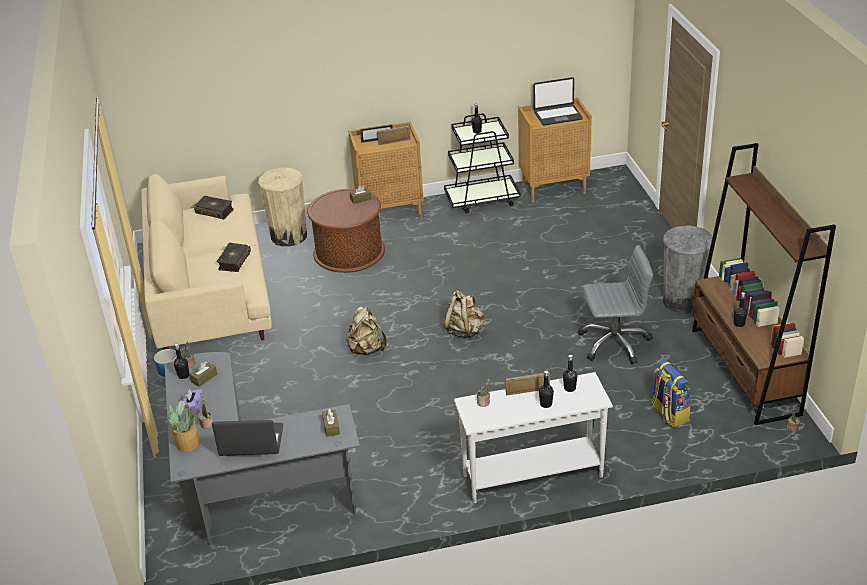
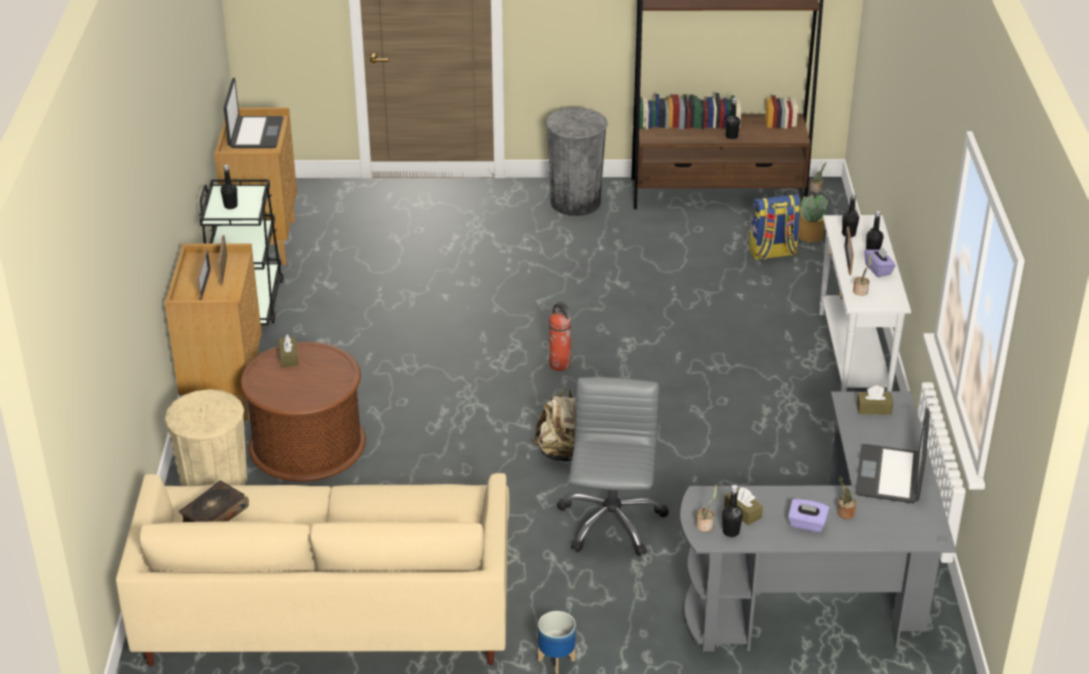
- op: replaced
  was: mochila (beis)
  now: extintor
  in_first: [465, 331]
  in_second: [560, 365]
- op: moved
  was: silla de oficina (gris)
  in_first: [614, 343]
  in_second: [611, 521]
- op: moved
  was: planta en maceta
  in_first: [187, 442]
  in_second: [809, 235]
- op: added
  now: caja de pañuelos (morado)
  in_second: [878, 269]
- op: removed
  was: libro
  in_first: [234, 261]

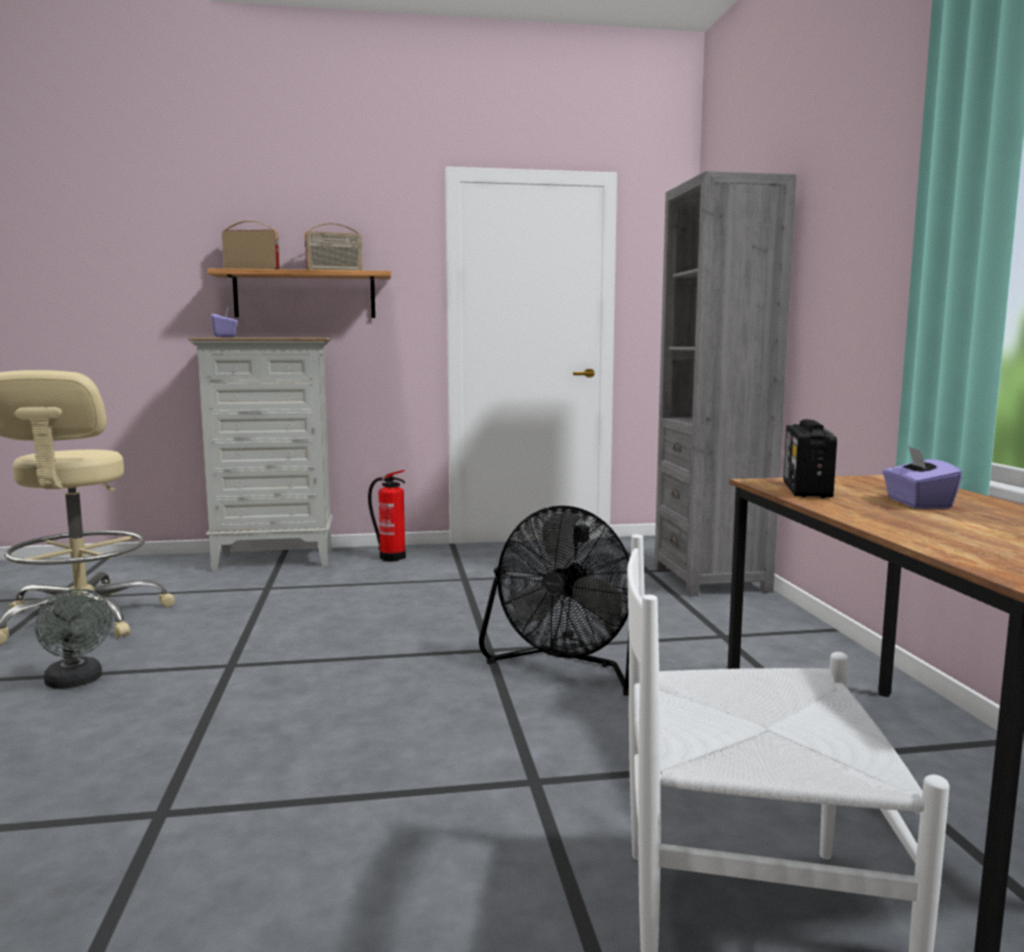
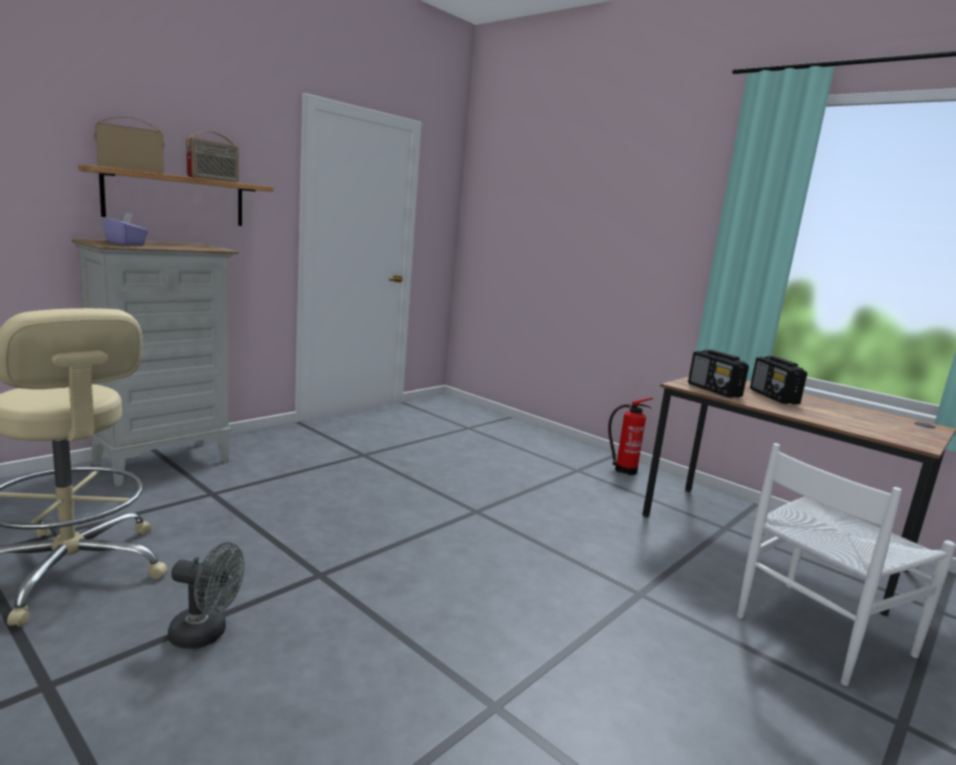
- op: moved
  was: extintor
  in_first: [390, 557]
  in_second: [623, 470]
- op: replaced
  was: caja de pañuelos (morado)
  now: radio
  in_first: [917, 503]
  in_second: [774, 397]
- op: removed
  was: ventilador (negro)
  in_first: [564, 666]
- op: removed
  was: estantería (gris)
  in_first: [711, 579]

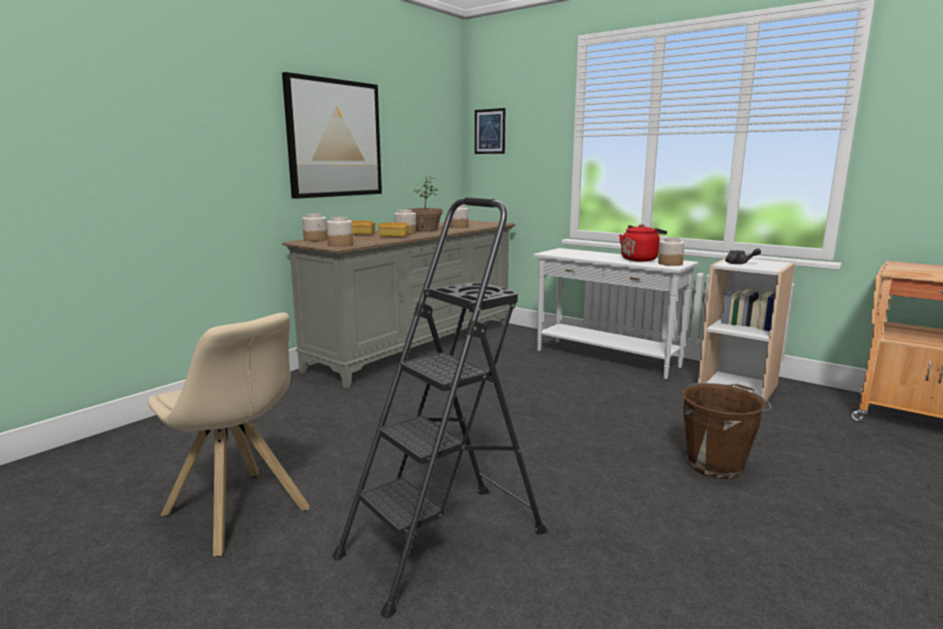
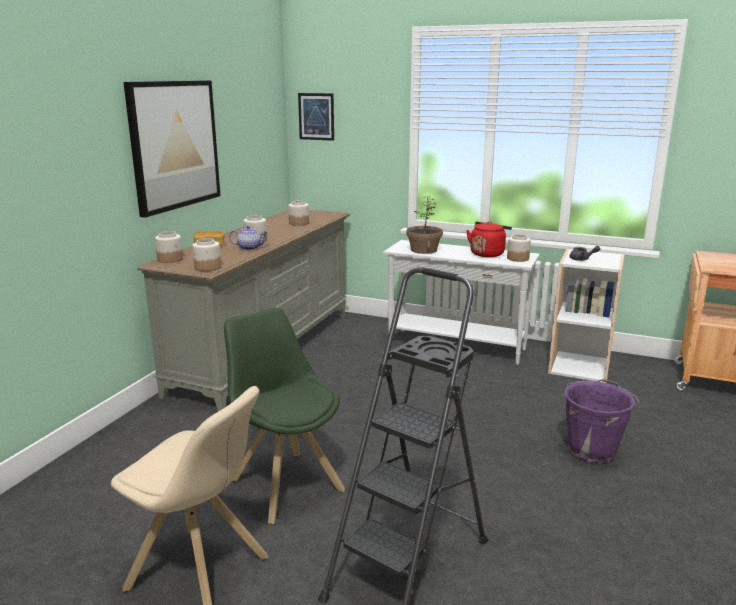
- op: added
  now: silla (verde)
  in_second: [286, 485]
- op: replaced
  was: pan
  now: tetera
  in_first: [393, 236]
  in_second: [249, 248]
- op: moved
  was: planta en maceta
  in_first: [424, 230]
  in_second: [423, 250]
- op: recoloured
  was: cubo (marrón)
  now: cubo (morado)
  in_first: [716, 464]
  in_second: [592, 450]

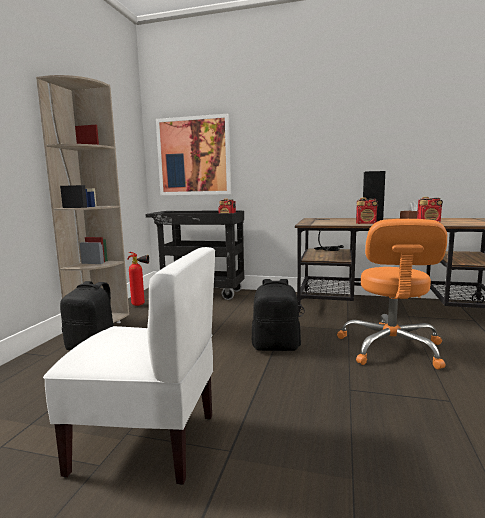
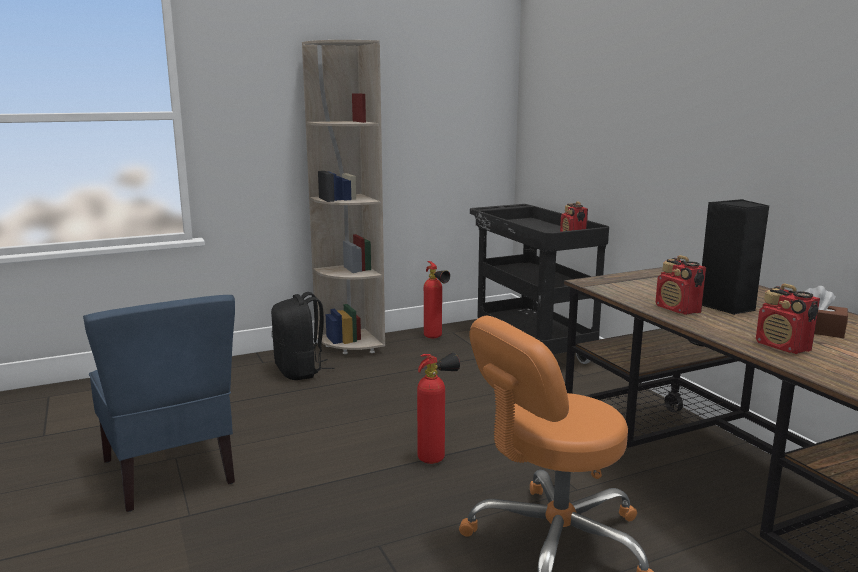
- op: recoloured
  was: silla (blanco)
  now: silla (azul)
  in_first: [147, 442]
  in_second: [171, 471]
- op: replaced
  was: mochila (negro)
  now: extintor
  in_first: [276, 346]
  in_second: [436, 458]
- op: removed
  was: cuadro
  in_first: [194, 156]

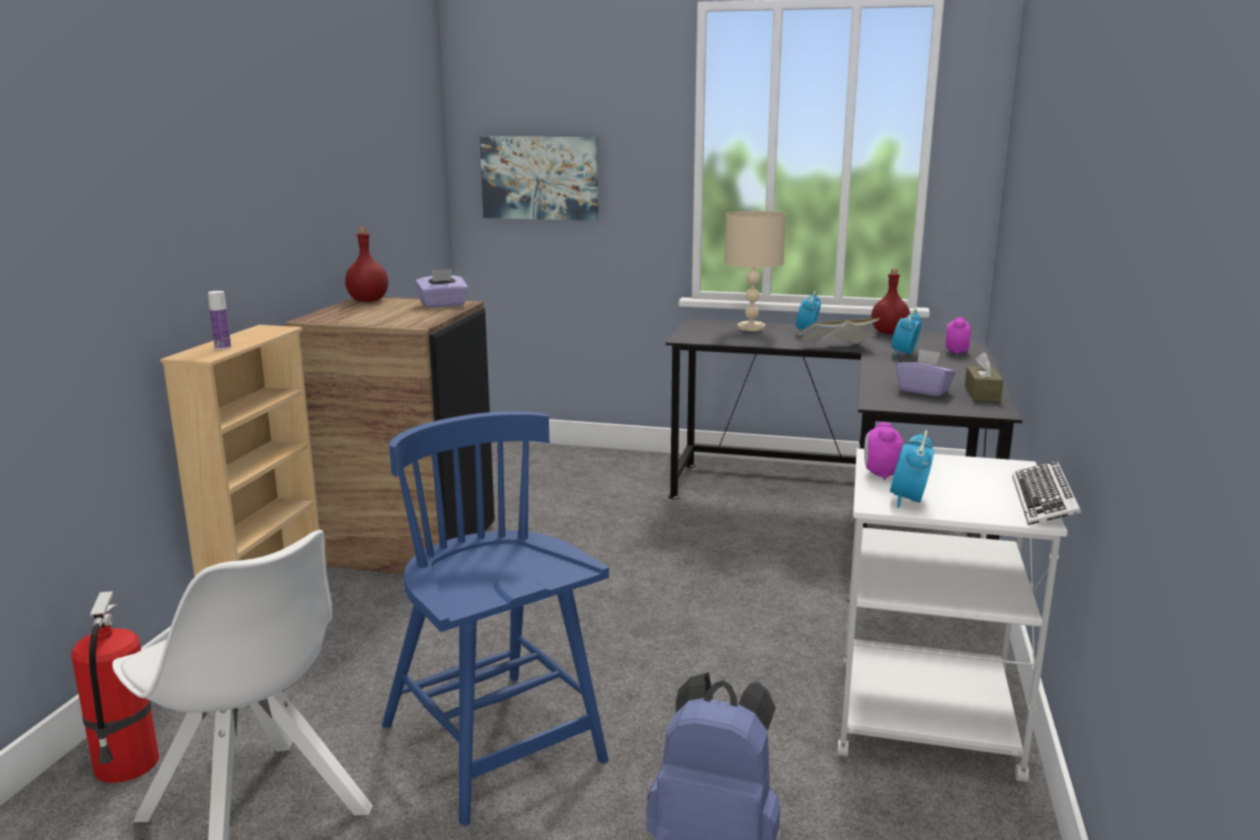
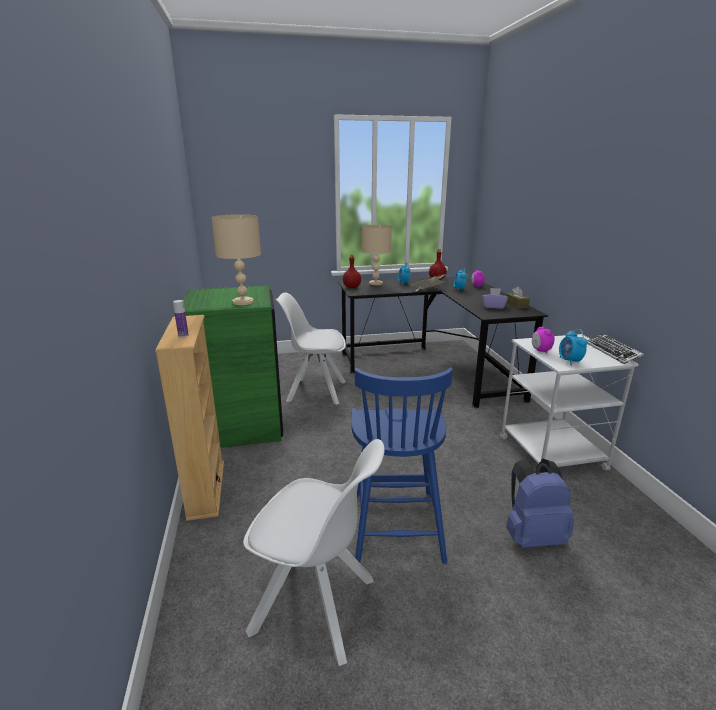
- op: recoloured
  was: armario (marrón)
  now: armario (verde)
  in_first: [408, 542]
  in_second: [242, 424]
- op: added
  now: lámpara de mesa (beis)
  in_second: [243, 302]
- op: added
  now: silla (blanco)
  in_second: [315, 391]
- op: moved
  was: botella (rojo)
  in_first: [367, 301]
  in_second: [351, 287]
- op: turned
  was: silla (azul)
  in_first: [495, 745]
  in_second: [396, 522]
  clockwise: -120
- op: removed
  was: extintor
  in_first: [126, 765]
- op: removed
  was: caja de pañuelos (morado)
  in_first: [443, 305]
- op: removed
  was: cuadro
  in_first: [540, 178]

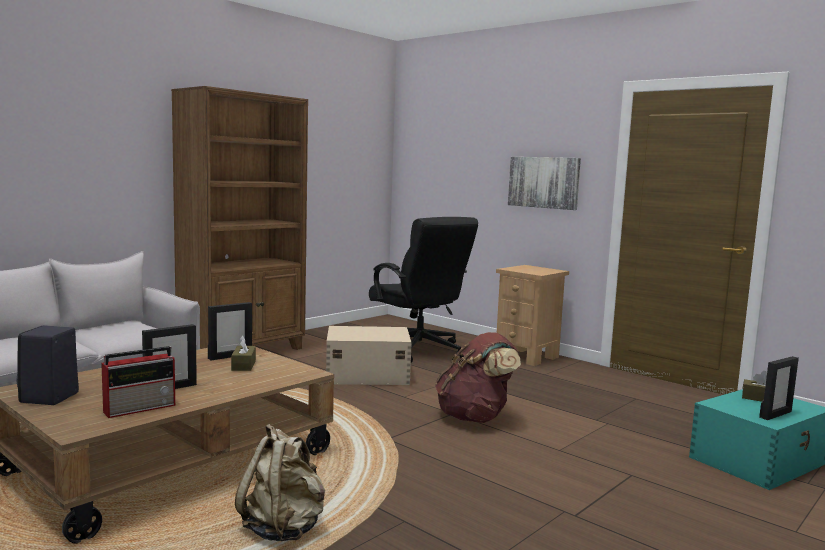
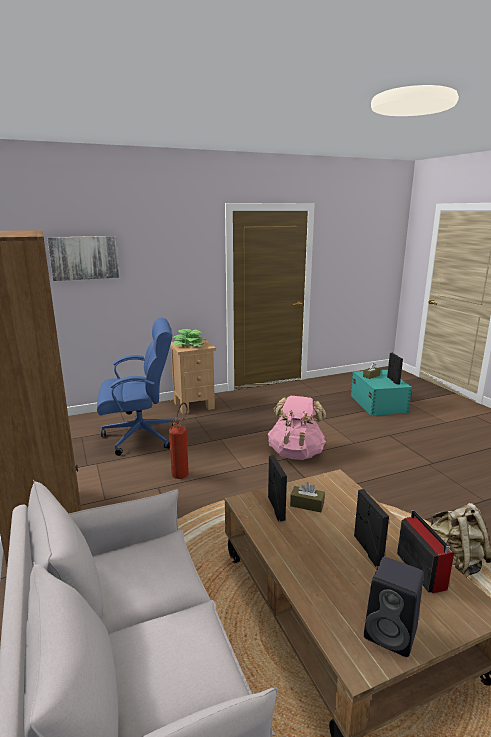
- op: moved
  was: cuadro
  in_first: [544, 182]
  in_second: [84, 258]
- op: recoloured
  was: silla de oficina (negro)
  now: silla de oficina (azul)
  in_first: [419, 350]
  in_second: [140, 436]
- op: replaced
  was: caja de almacenaje (beis)
  now: extintor
  in_first: [366, 374]
  in_second: [182, 472]
- op: added
  now: planta en maceta
  in_second: [189, 345]
- op: recoloured
  was: mochila (marrón)
  now: mochila (rosa)
  in_first: [475, 417]
  in_second: [296, 453]

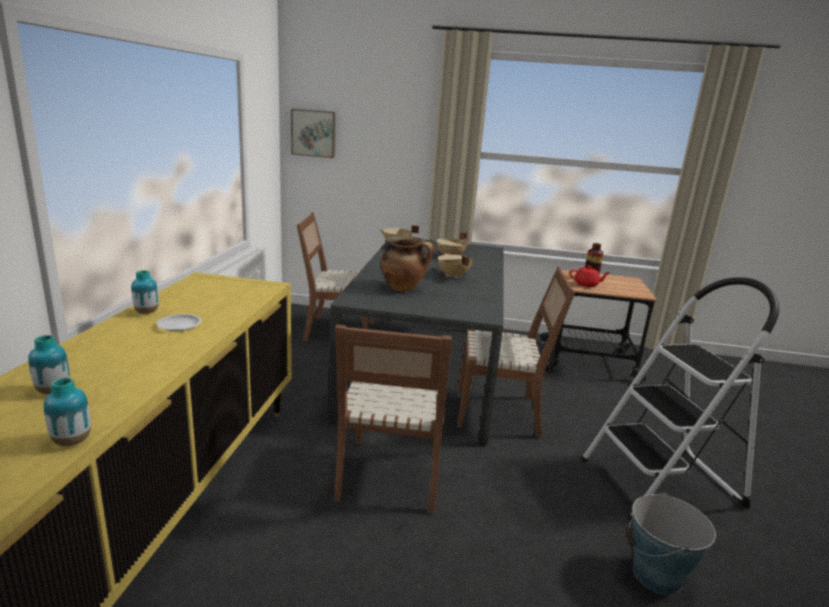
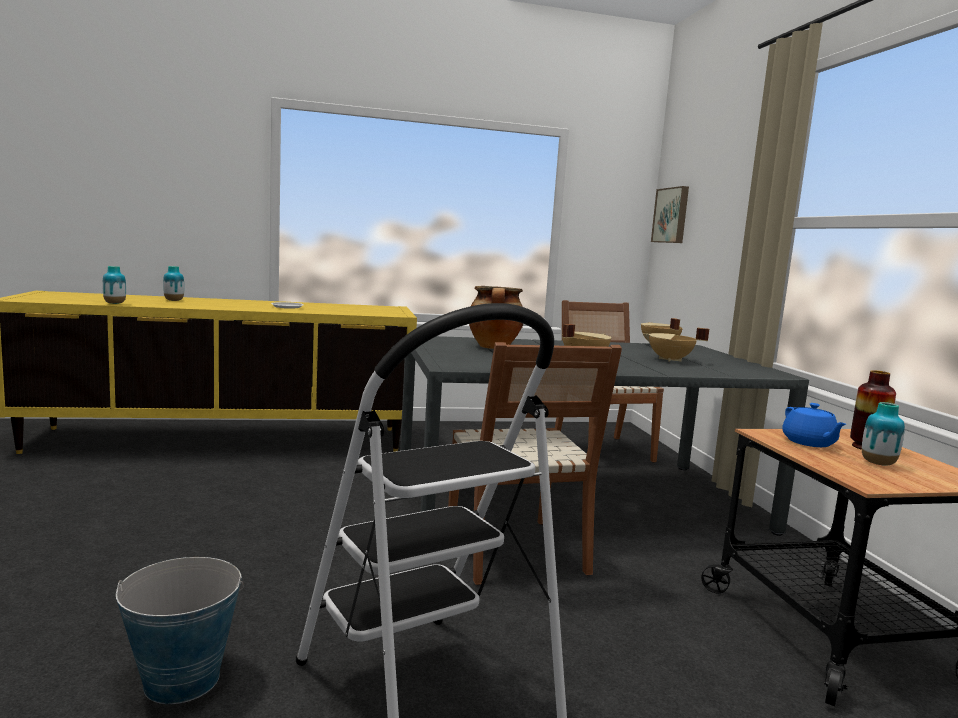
- op: recoloured
  was: tetera (rojo)
  now: tetera (azul)
  in_first: [587, 284]
  in_second: [809, 443]
- op: moved
  was: florero
  in_first: [147, 312]
  in_second: [878, 464]
- op: removed
  was: silla
  in_first: [389, 478]

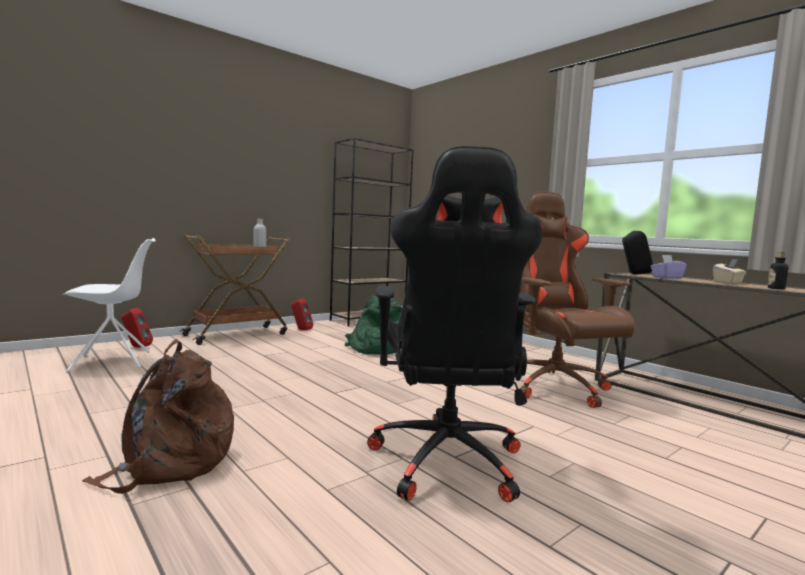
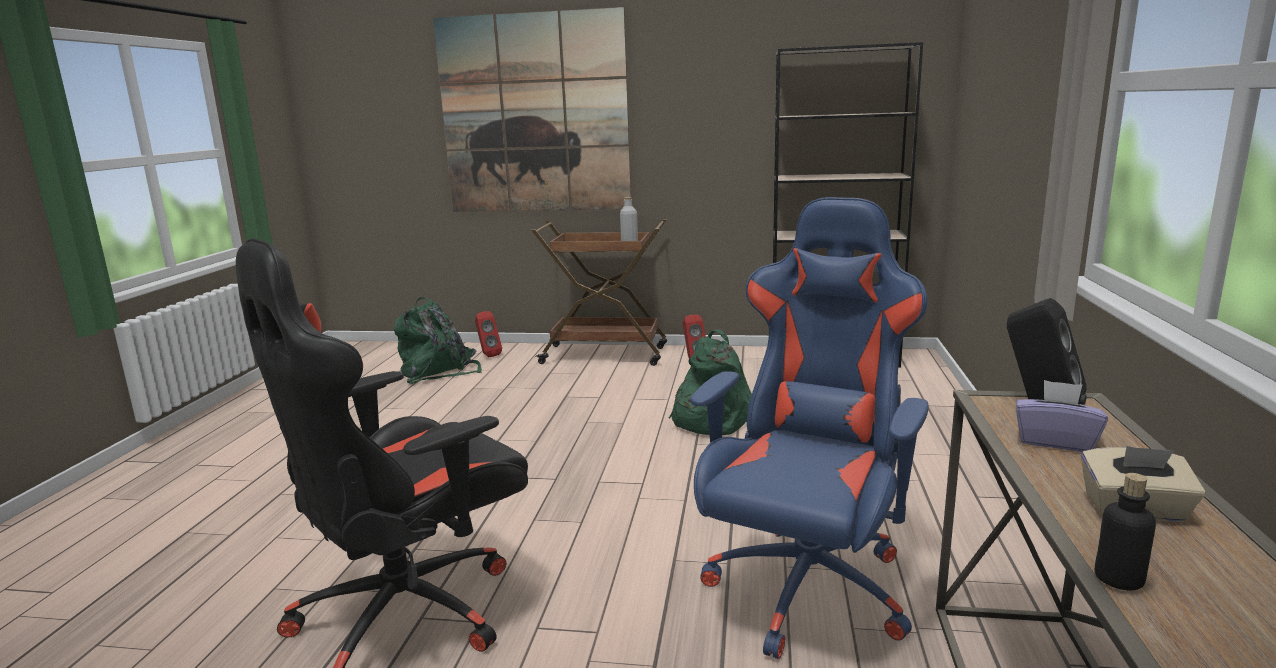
- op: replaced
  was: silla (blanco)
  now: mochila (verde)
  in_first: [113, 361]
  in_second: [438, 371]
- op: added
  now: cuadro
  in_second: [534, 114]
- op: recoloured
  was: silla de oficina (marrón)
  now: silla de oficina (azul)
  in_first: [560, 390]
  in_second: [803, 598]
- op: removed
  was: mochila (marrón)
  in_first: [171, 463]

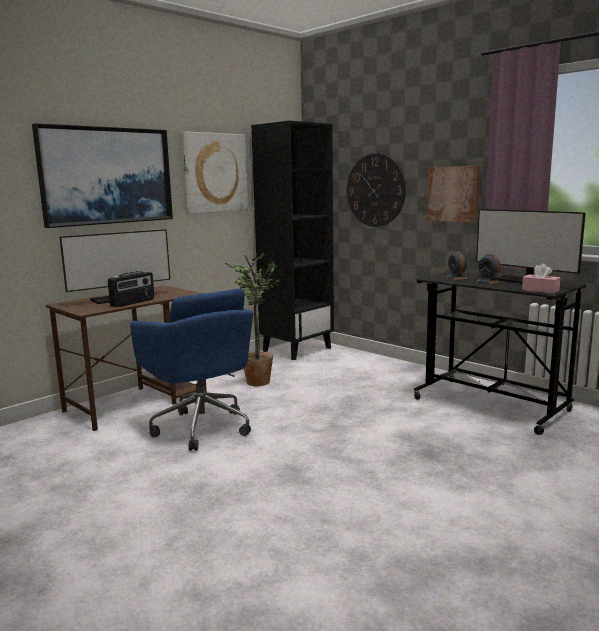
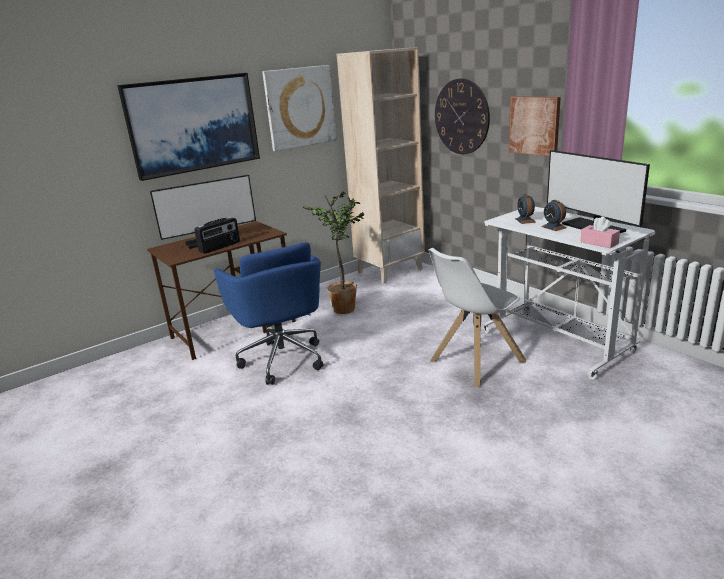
- op: recoloured
  was: estantería (negro)
  now: estantería (beis)
  in_first: [297, 349]
  in_second: [390, 270]
- op: added
  now: silla
  in_second: [475, 362]
- op: recoloured
  was: escritorio (negro)
  now: escritorio (blanco)
  in_first: [491, 405]
  in_second: [557, 342]

